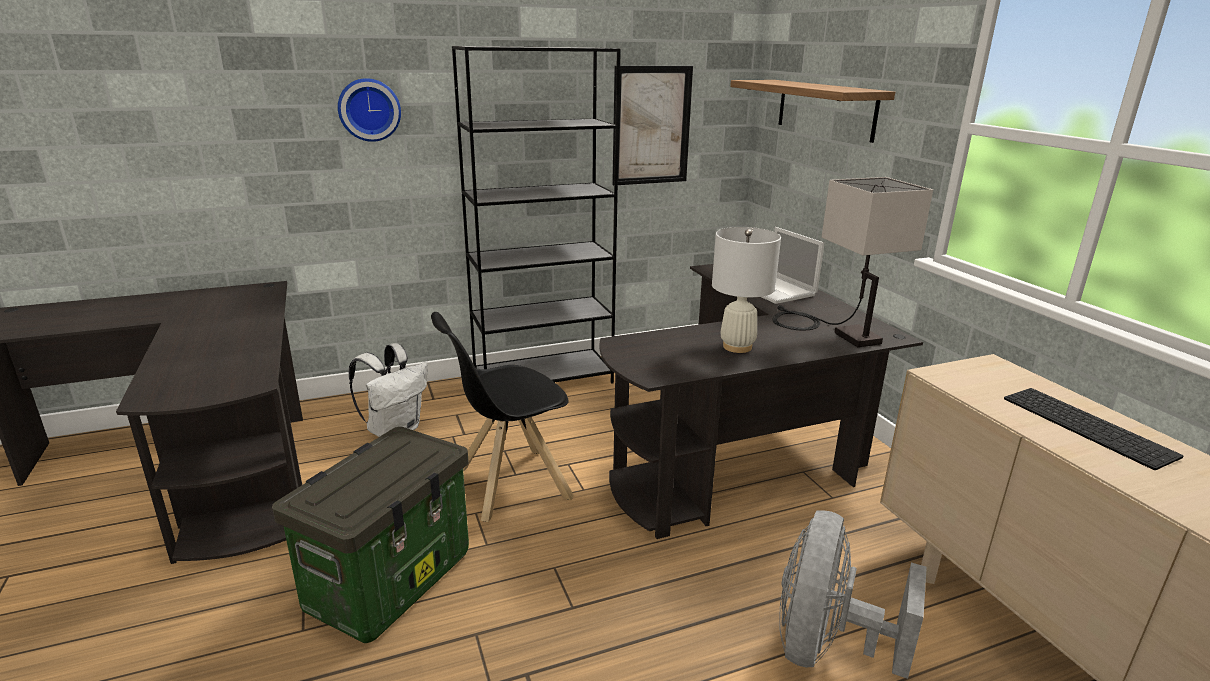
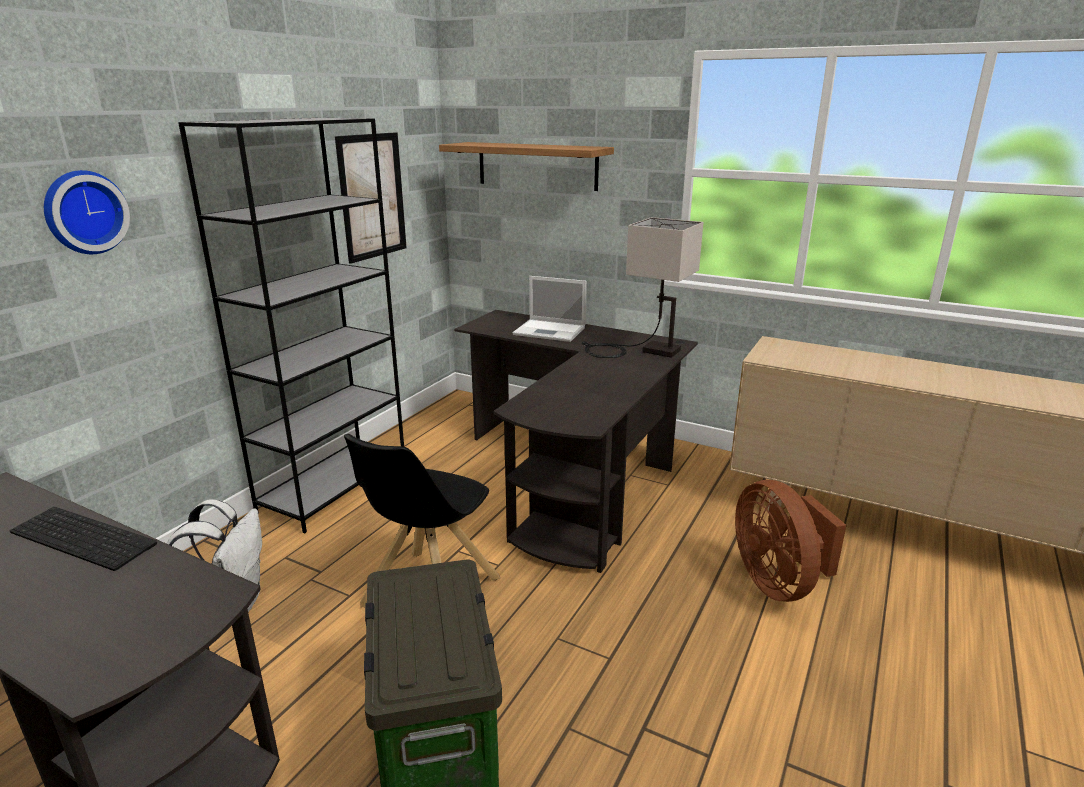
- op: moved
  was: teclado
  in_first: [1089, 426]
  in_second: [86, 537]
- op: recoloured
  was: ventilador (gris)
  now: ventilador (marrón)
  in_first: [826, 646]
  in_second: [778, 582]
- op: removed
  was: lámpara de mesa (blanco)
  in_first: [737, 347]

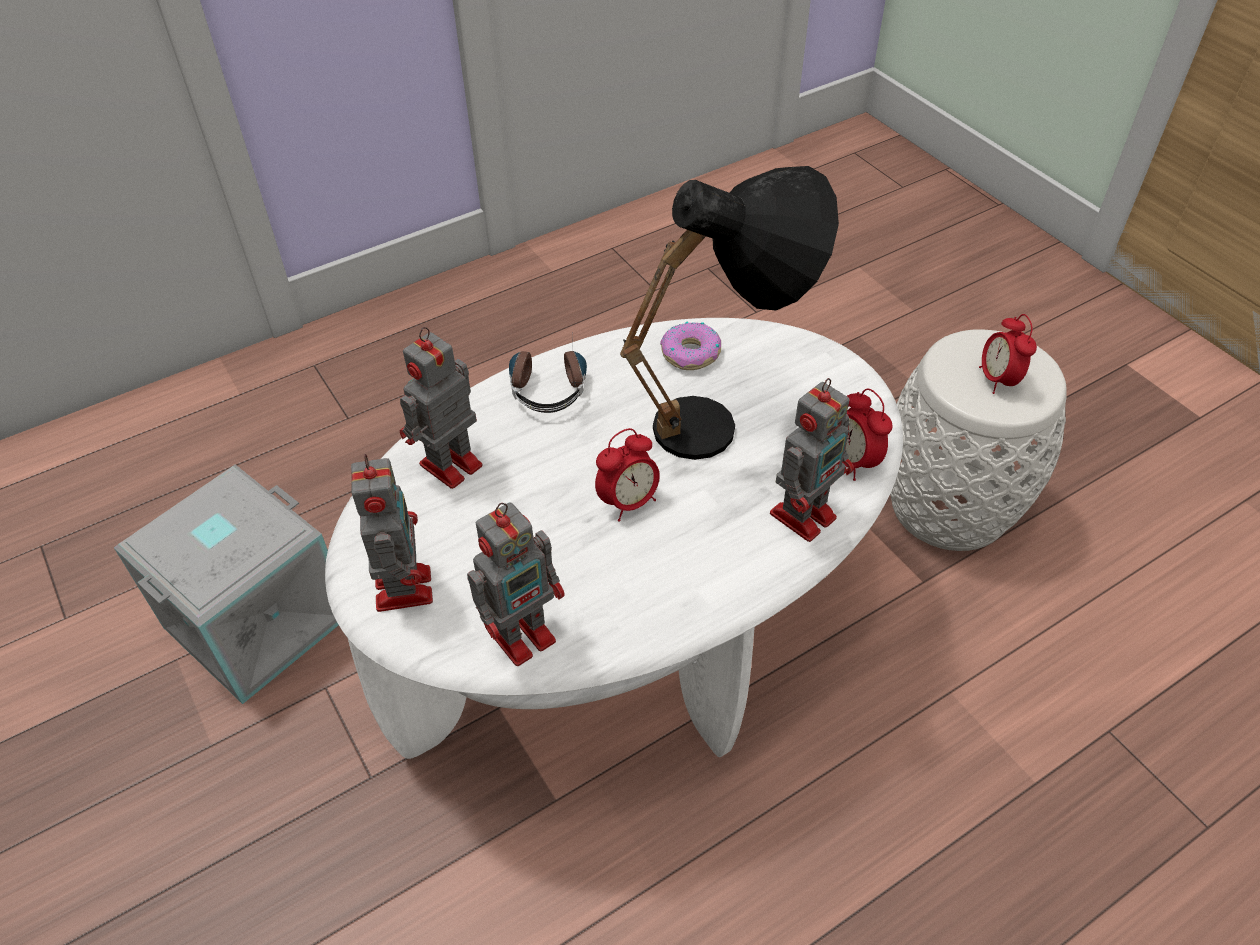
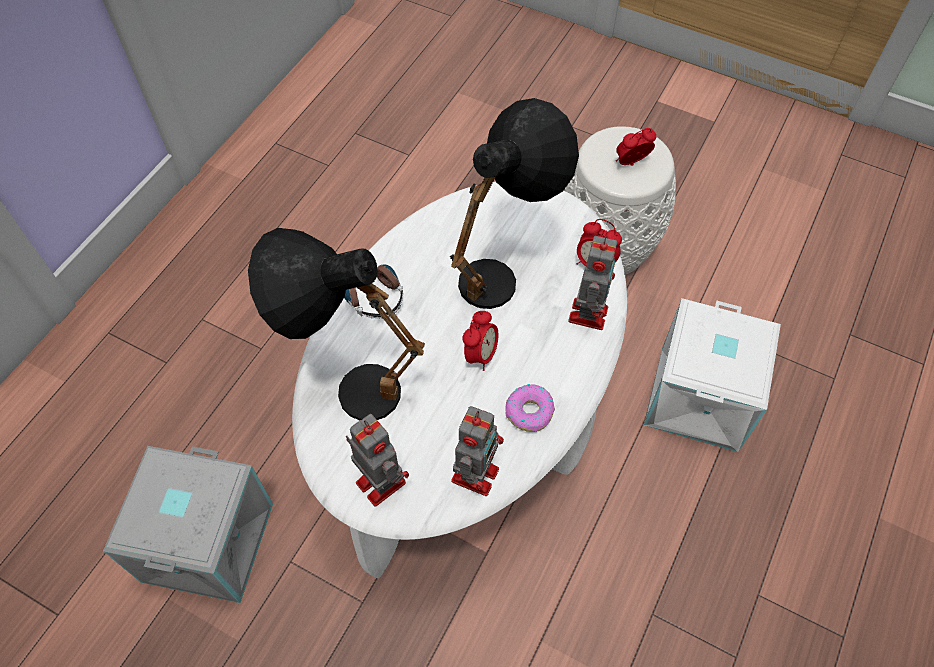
- op: replaced
  was: robot de juguete
  now: lámpara de mesa (negro)
  in_first: [448, 466]
  in_second: [348, 385]
- op: moved
  was: rosquilla
  in_first: [691, 353]
  in_second: [530, 411]
- op: turned
  was: despertador
  in_first: [998, 380]
  in_second: [631, 163]
  clockwise: 105
- op: added
  now: caja de almacenaje (blanco)
  in_second: [700, 399]

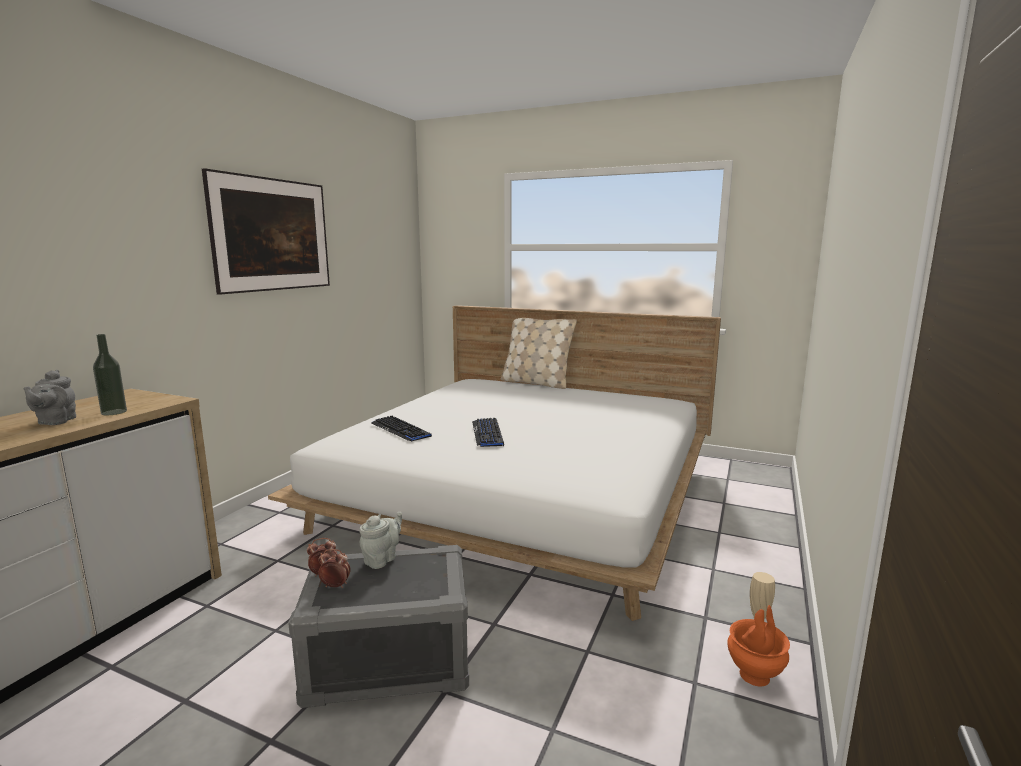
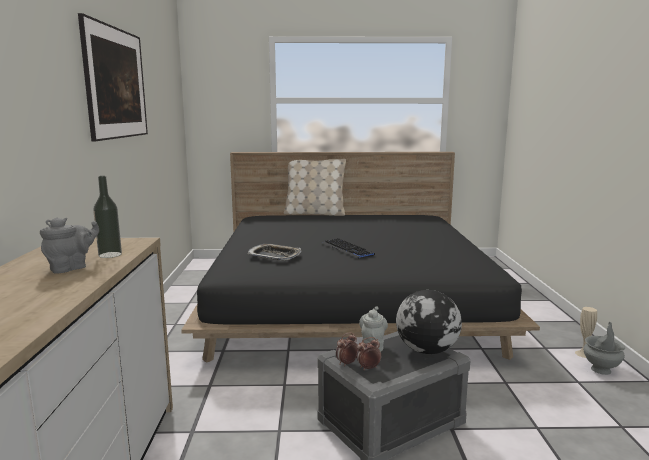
- op: turned
  was: tetera (gris)
  in_first: [55, 421]
  in_second: [71, 268]
  clockwise: -105
- op: recoloured
  was: cama (blanco)
  now: cama (negro)
  in_first: [521, 496]
  in_second: [349, 302]
- op: replaced
  was: teclado
  now: bandeja
  in_first: [400, 430]
  in_second: [275, 256]
- op: added
  now: globo terráqueo
  in_second: [427, 351]
- op: recoloured
  was: florero (naranja)
  now: florero (gris)
  in_first: [754, 676]
  in_second: [601, 370]

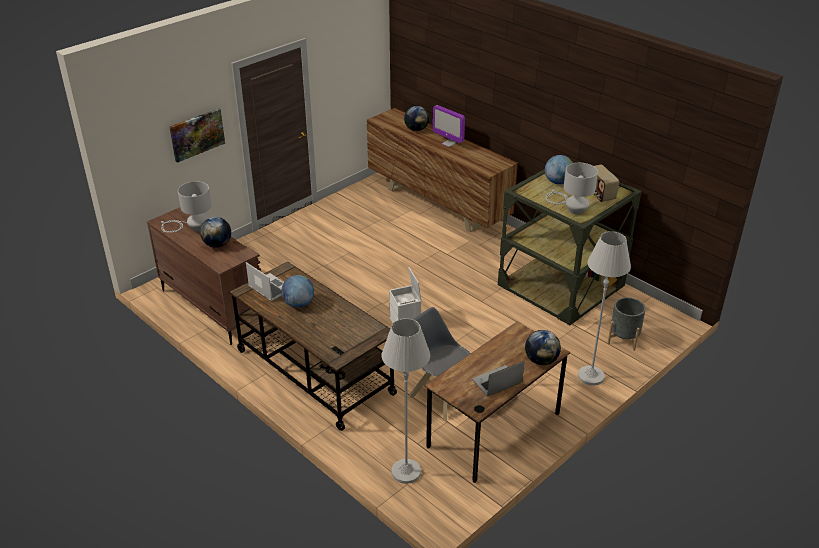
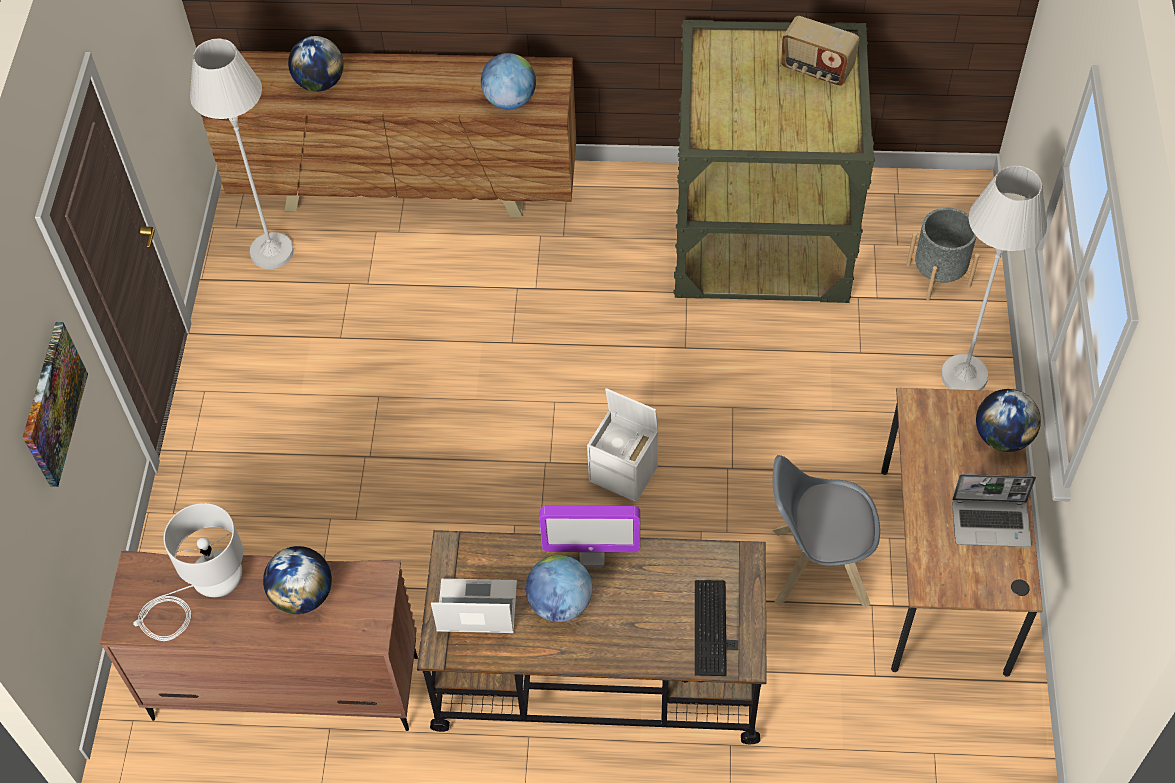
- op: moved
  was: lámpara de pie (blanco)
  in_first: [406, 472]
  in_second: [271, 252]
- op: moved
  was: globo terráqueo
  in_first: [558, 182]
  in_second: [510, 100]
- op: moved
  was: monitor
  in_first: [448, 143]
  in_second: [591, 554]
- op: added
  now: teclado
  in_second: [712, 626]
- op: turned
  was: portátil
  in_first: [496, 382]
  in_second: [991, 523]
  clockwise: -105
- op: removed
  was: lámpara de mesa (blanco)
  in_first: [568, 205]

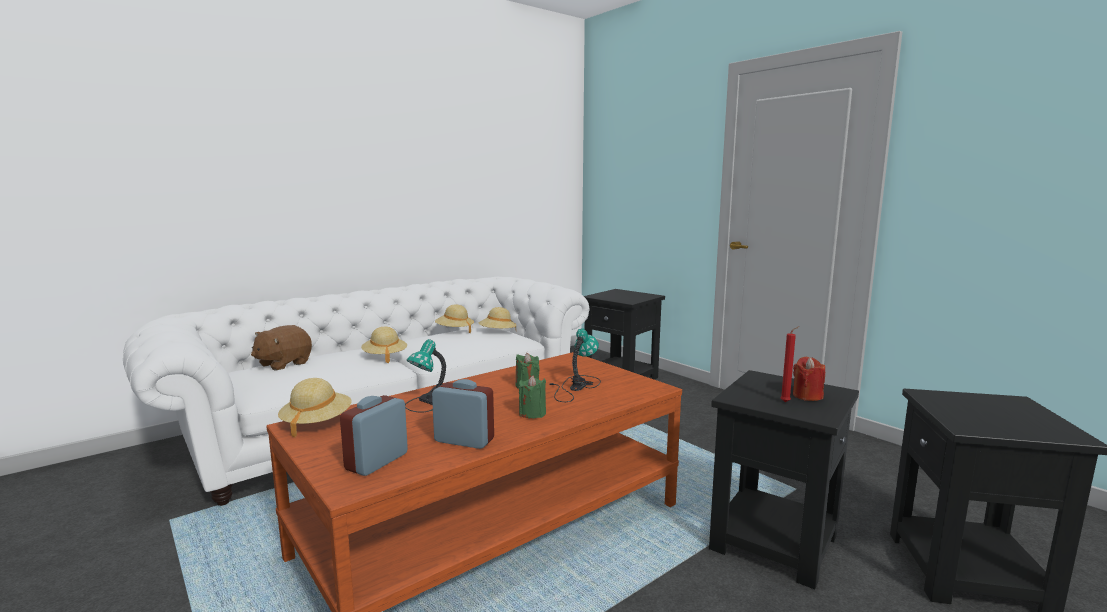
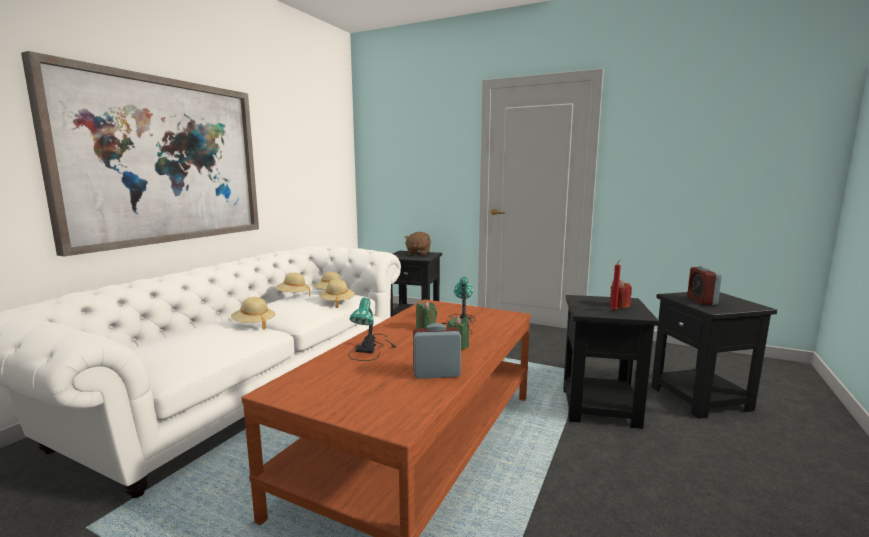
- op: added
  now: cuadro
  in_second: [164, 161]
- op: moved
  was: sombrero (beis)
  in_first: [316, 423]
  in_second: [337, 303]
- op: moved
  was: peluche (marrón)
  in_first: [283, 364]
  in_second: [418, 253]
- op: moved
  was: despertador
  in_first: [377, 461]
  in_second: [701, 301]

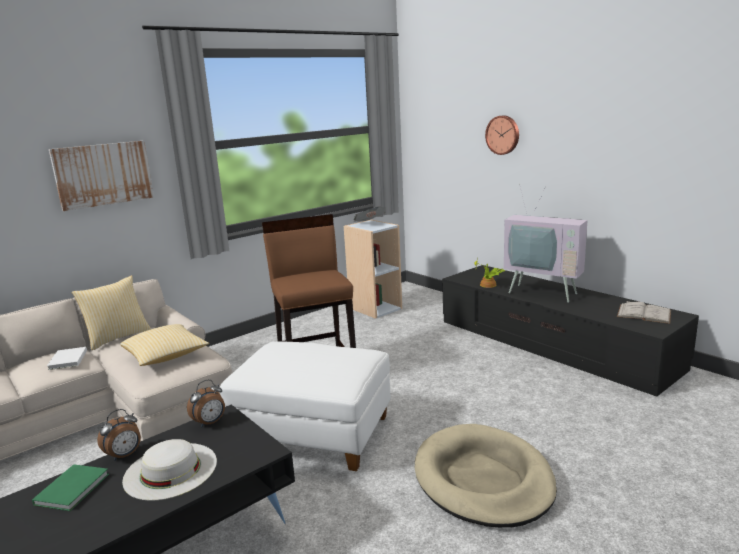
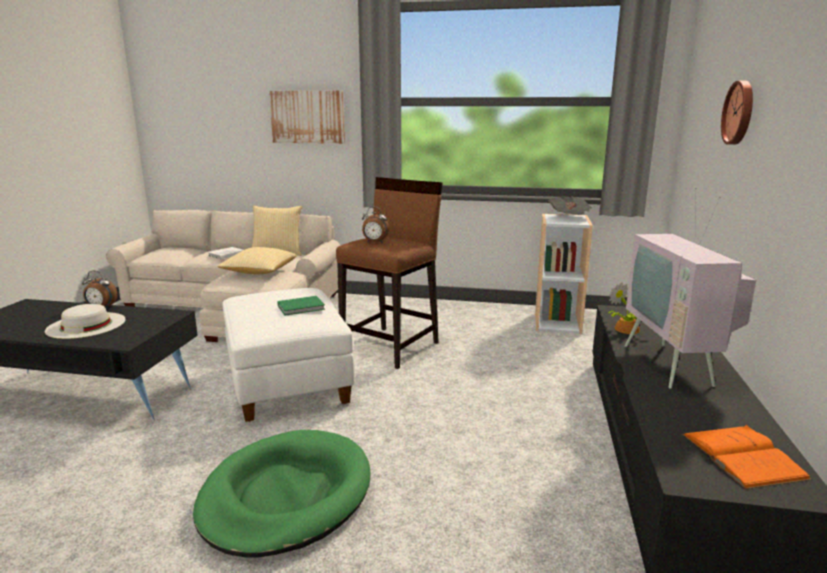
- op: recoloured
  was: cama para perro (beis)
  now: cama para perro (verde)
  in_first: [483, 479]
  in_second: [286, 496]
- op: moved
  was: libro (verde)
  in_first: [74, 488]
  in_second: [302, 307]
- op: moved
  was: despertador
  in_first: [210, 423]
  in_second: [375, 242]
- op: recoloured
  was: libro (blanco)
  now: libro (naranja)
  in_first: [644, 313]
  in_second: [742, 456]

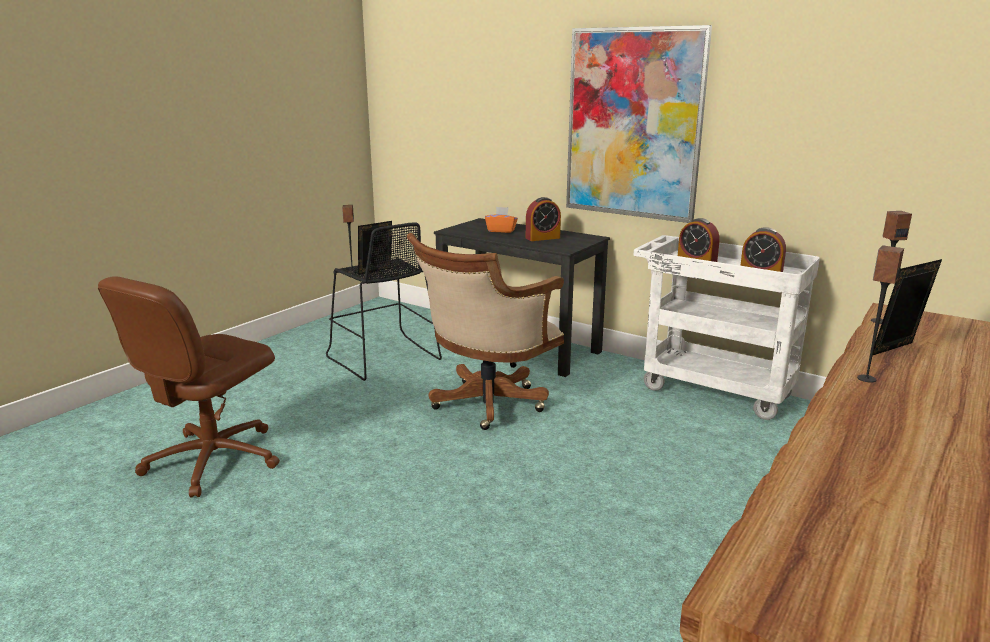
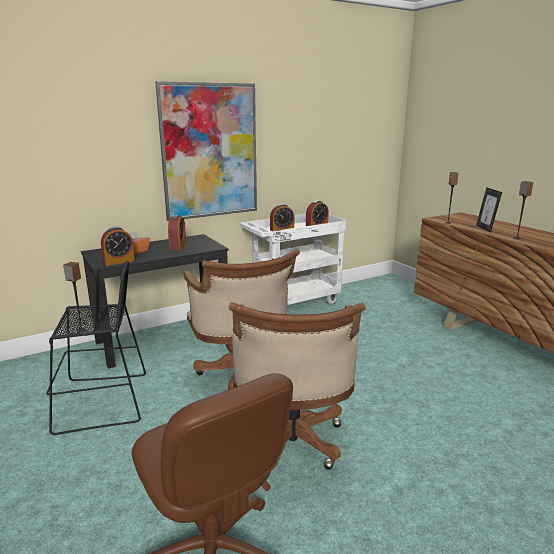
- op: added
  now: despertador
  in_second: [119, 262]
- op: added
  now: silla de oficina
  in_second: [293, 443]

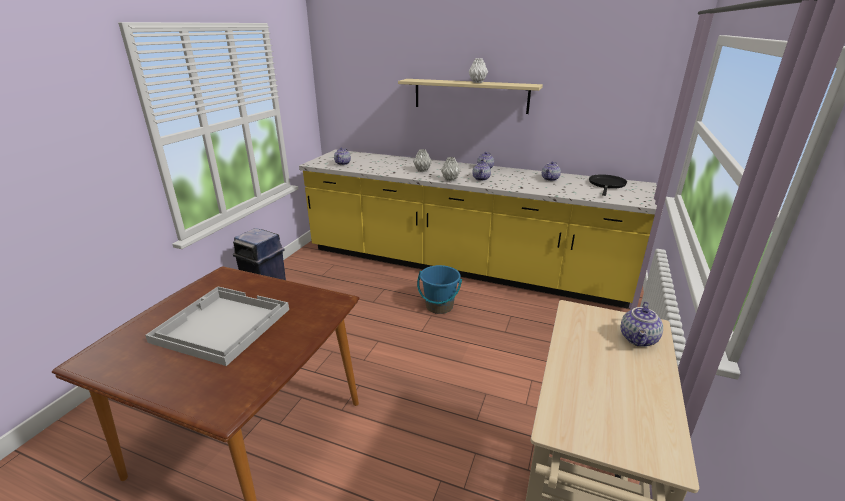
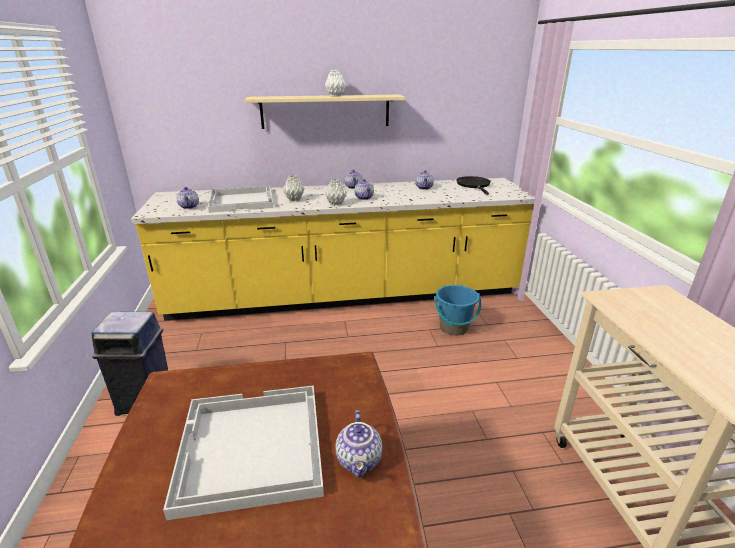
- op: added
  now: bandeja (blanco)
  in_second: [242, 200]
- op: moved
  was: tetera
  in_first: [639, 339]
  in_second: [360, 460]
- op: moved
  was: cubo (azul)
  in_first: [439, 306]
  in_second: [454, 328]

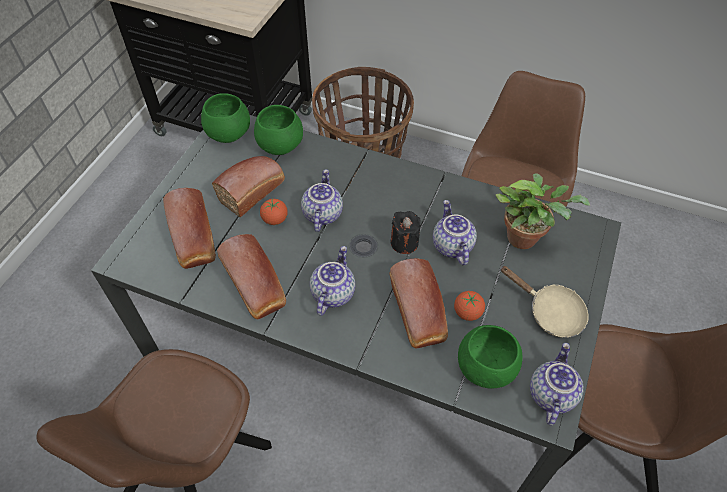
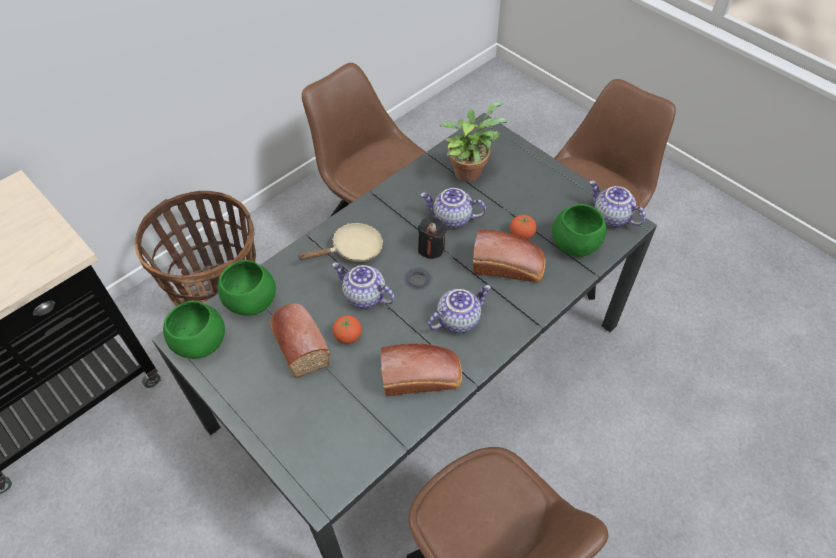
- op: moved
  was: sartén (beis)
  in_first: [550, 312]
  in_second: [352, 250]
- op: turned
  was: tetera
  in_first: [332, 293]
  in_second: [458, 319]
  clockwise: 105
- op: removed
  was: pan
  in_first: [194, 240]

